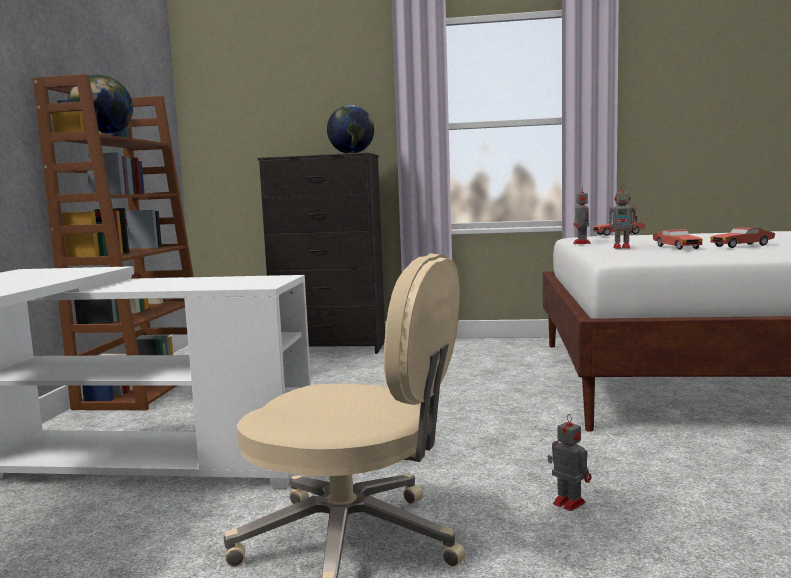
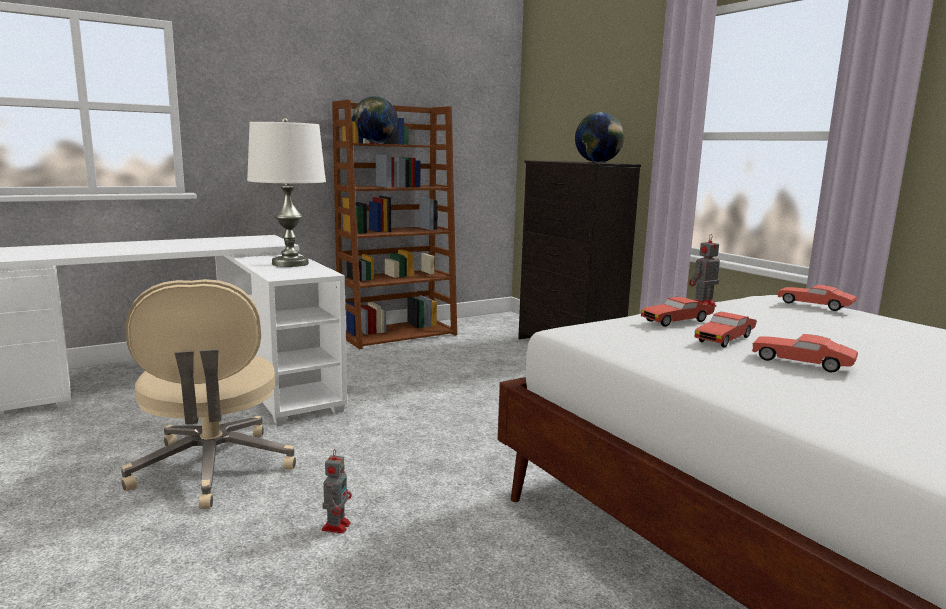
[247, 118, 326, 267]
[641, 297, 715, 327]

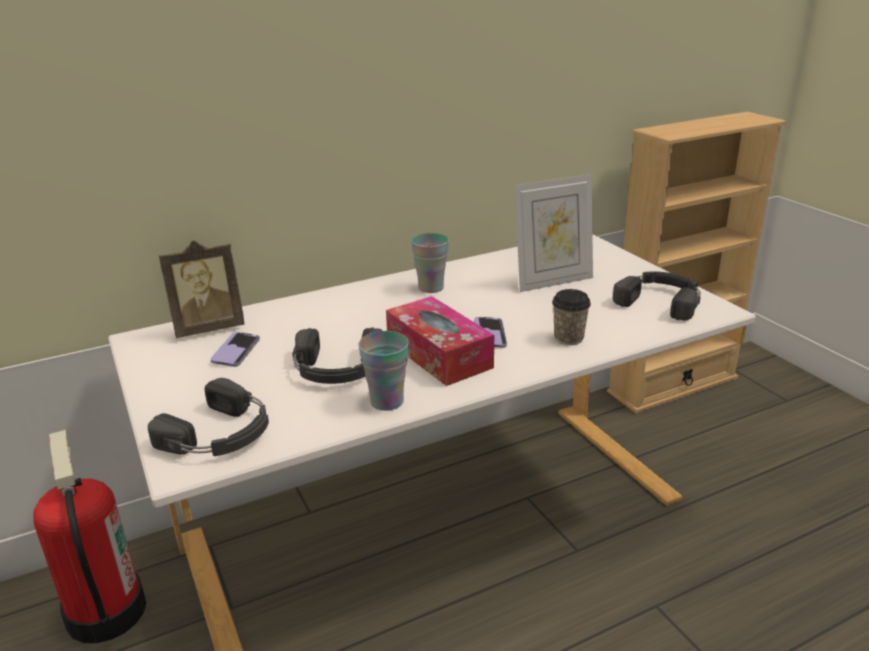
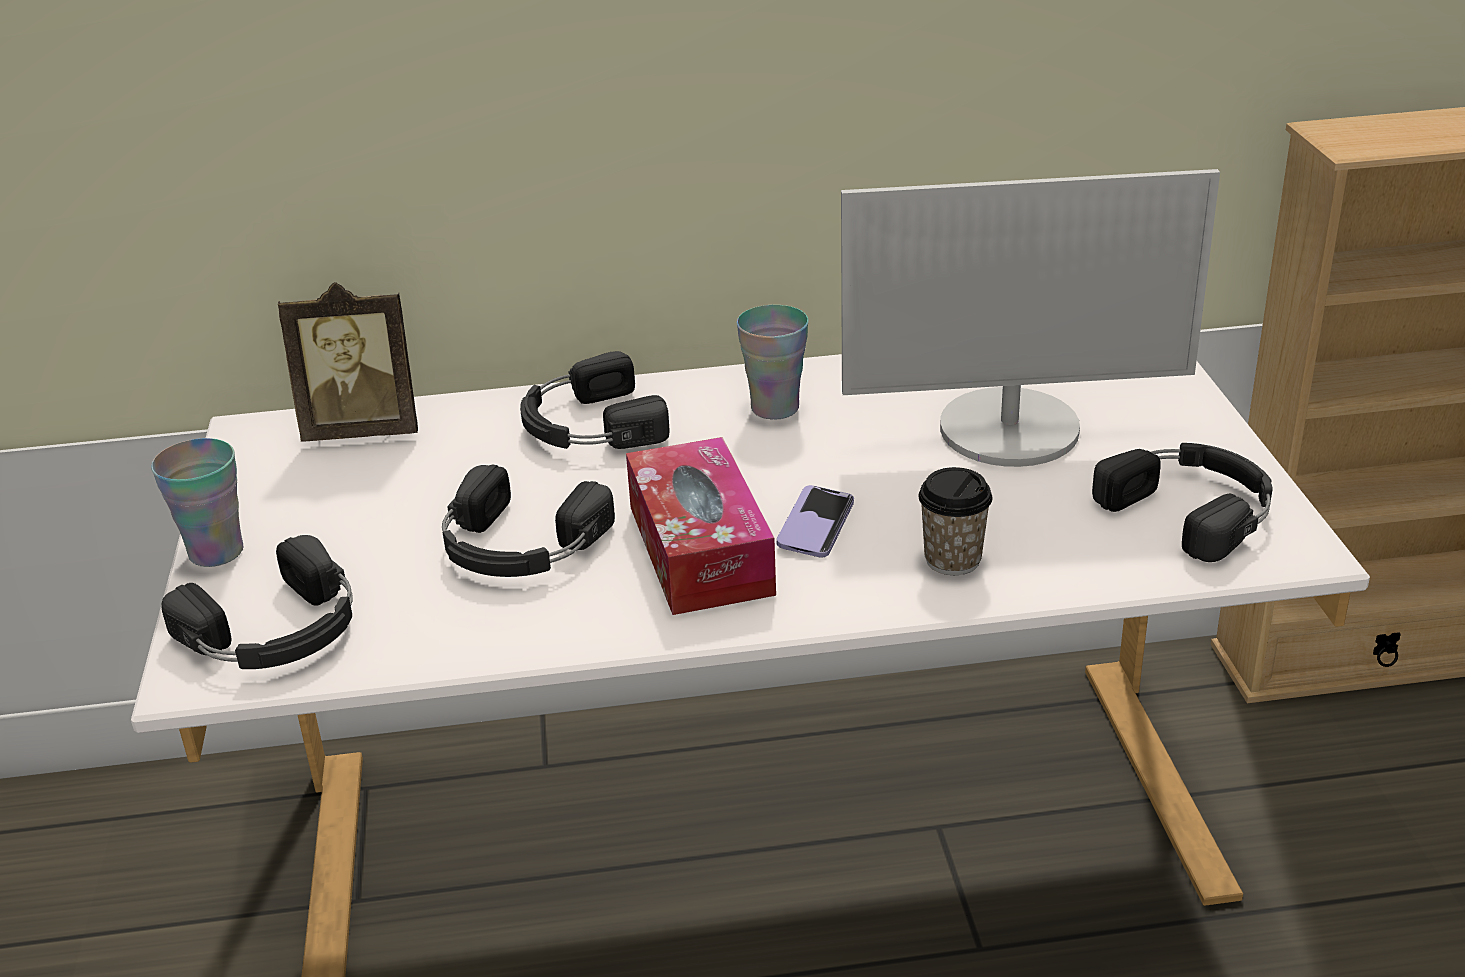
[33, 430, 146, 643] (first image)
[211, 332, 260, 367] (first image)
[520, 351, 670, 449]
[151, 438, 244, 567]
[841, 169, 1220, 467]

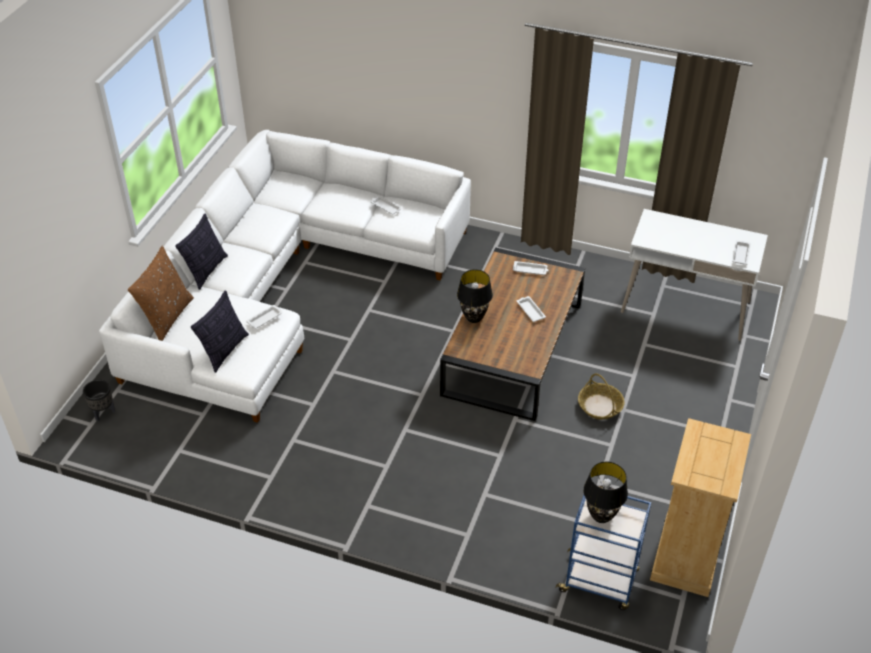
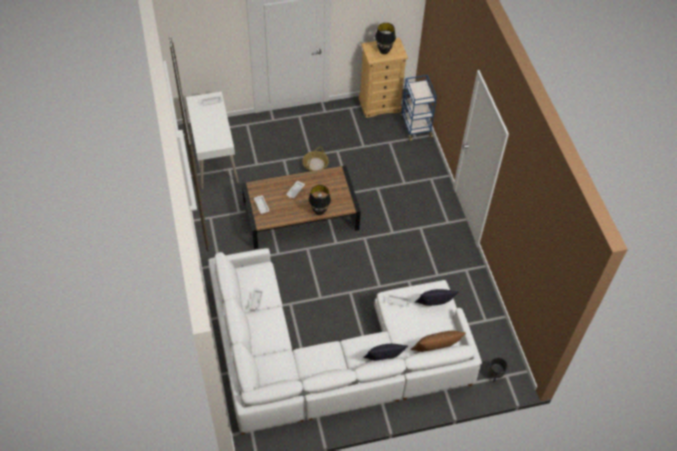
[375, 23, 396, 54]

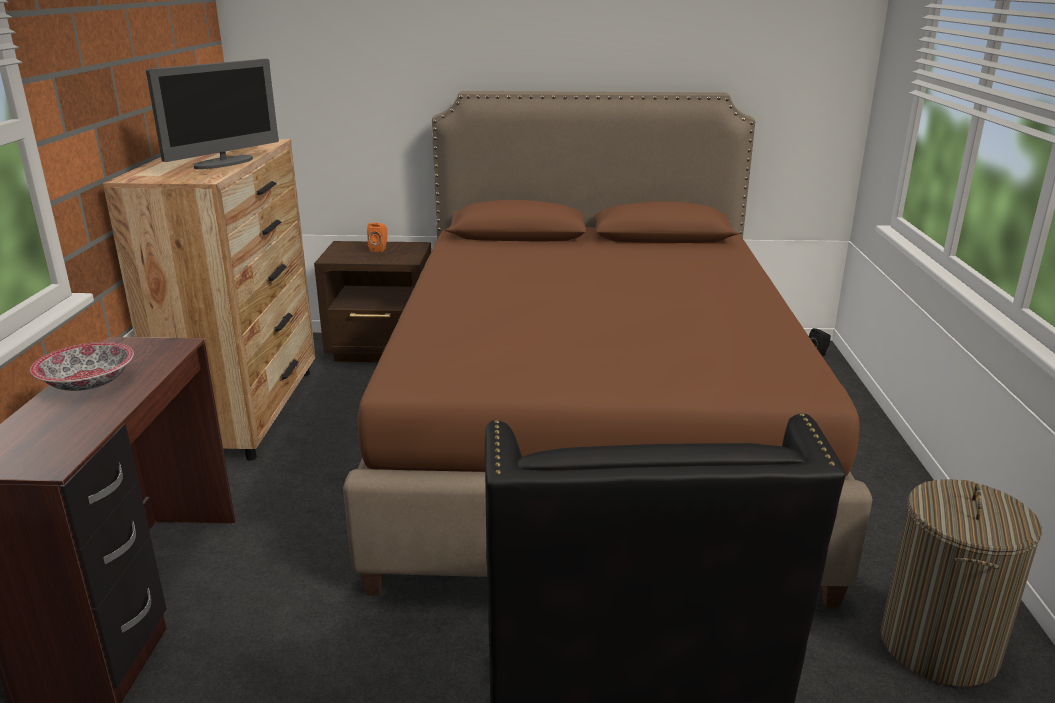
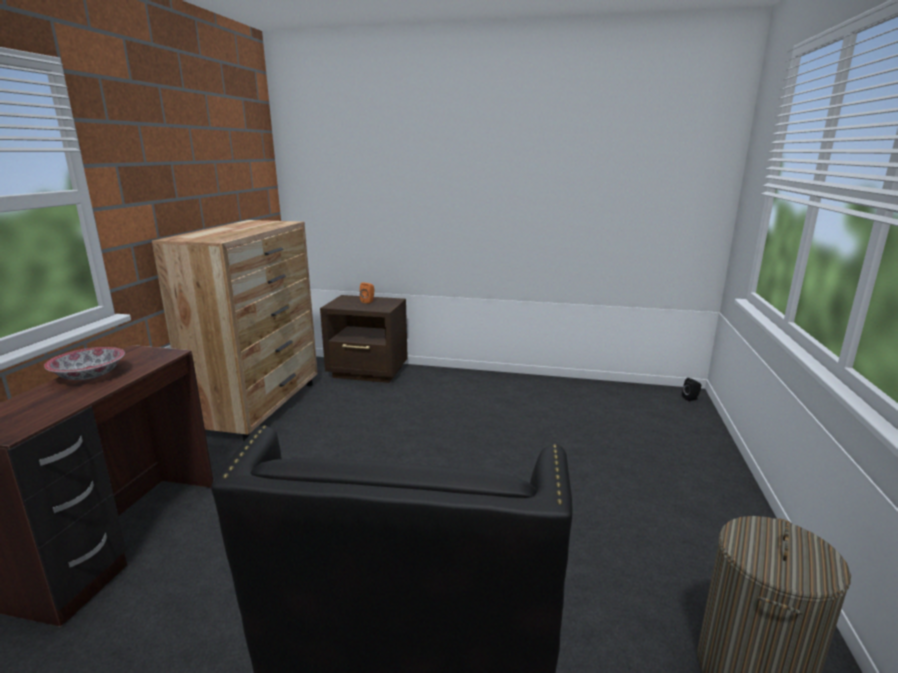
[146, 59, 279, 169] (first image)
[343, 91, 873, 608] (first image)

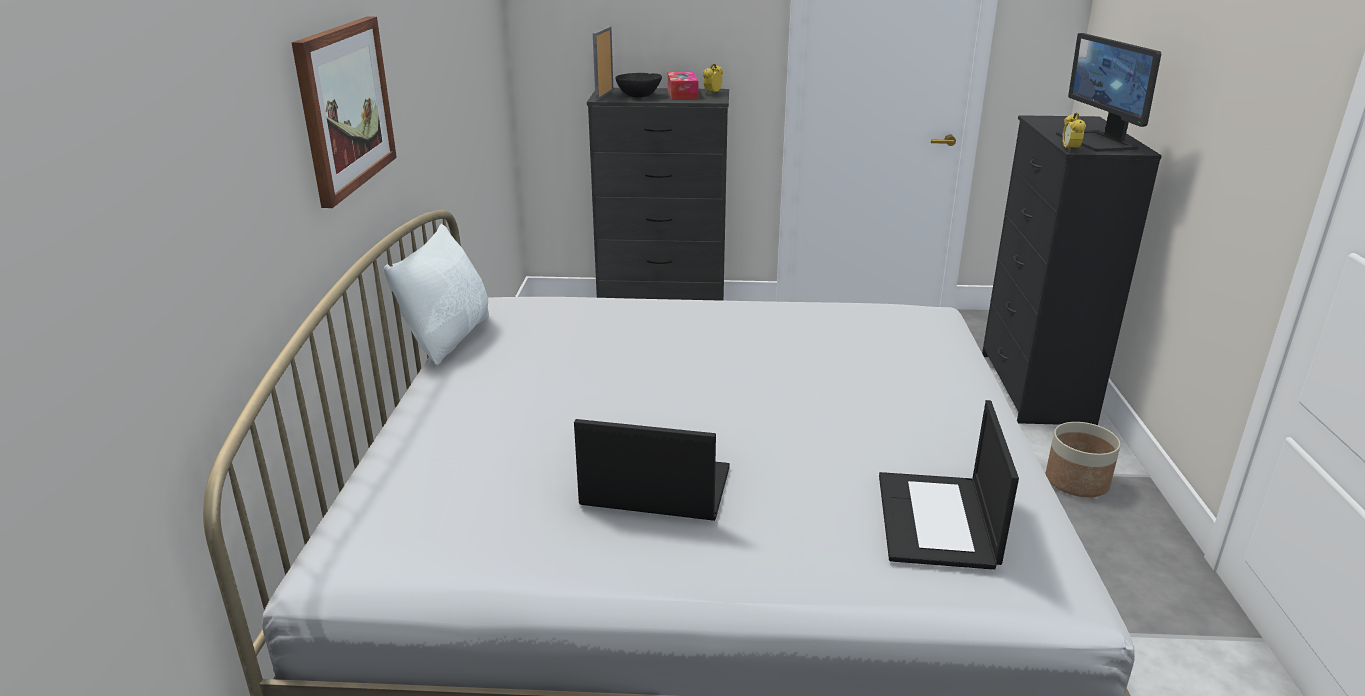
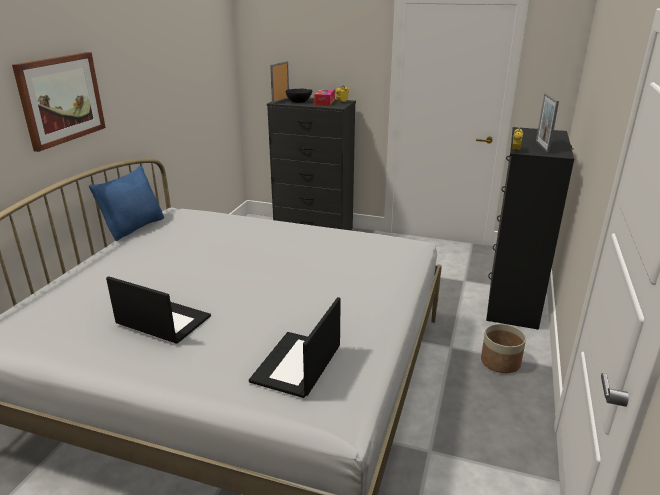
[536, 93, 559, 153]
[89, 165, 164, 241]

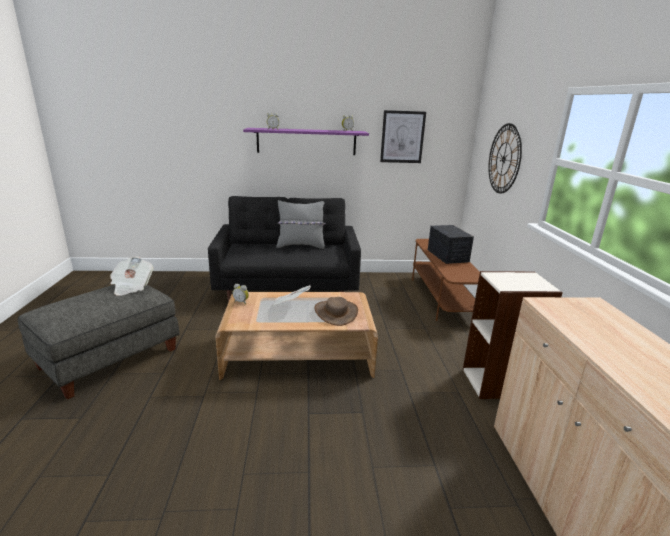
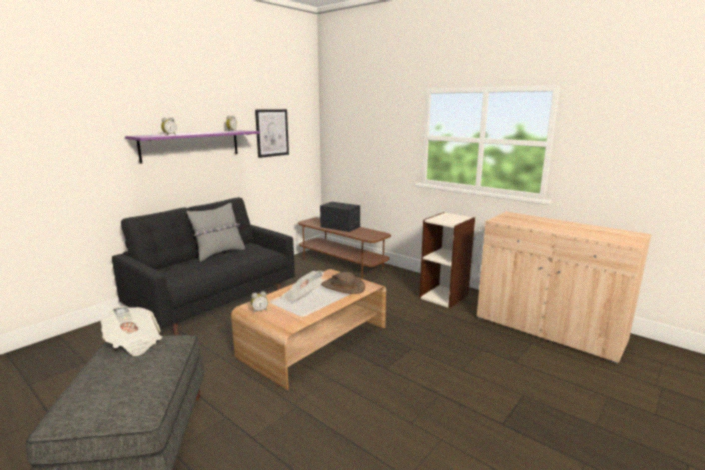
[488, 123, 522, 194] (first image)

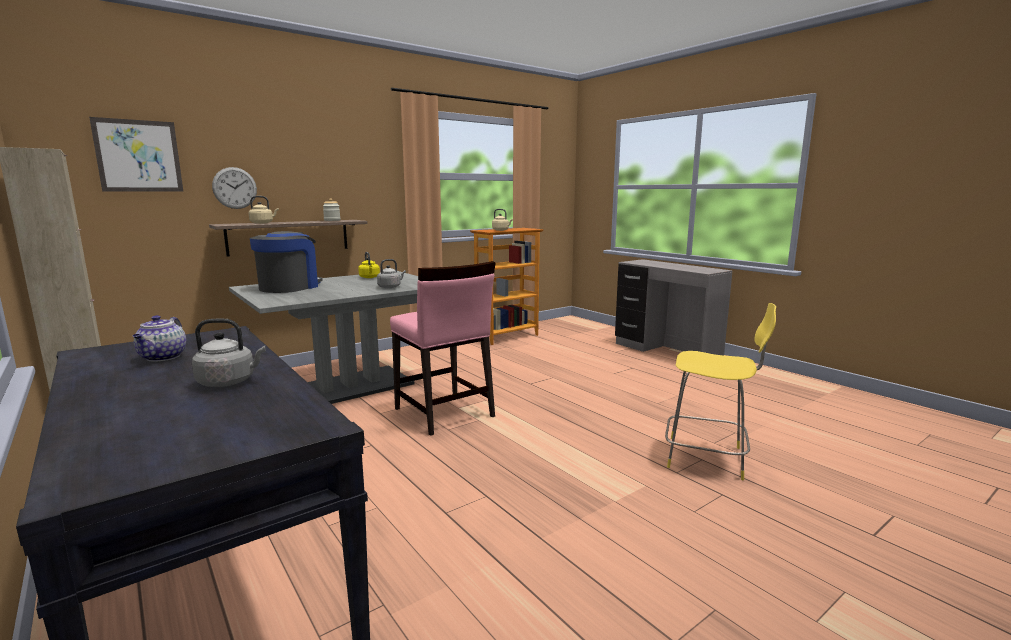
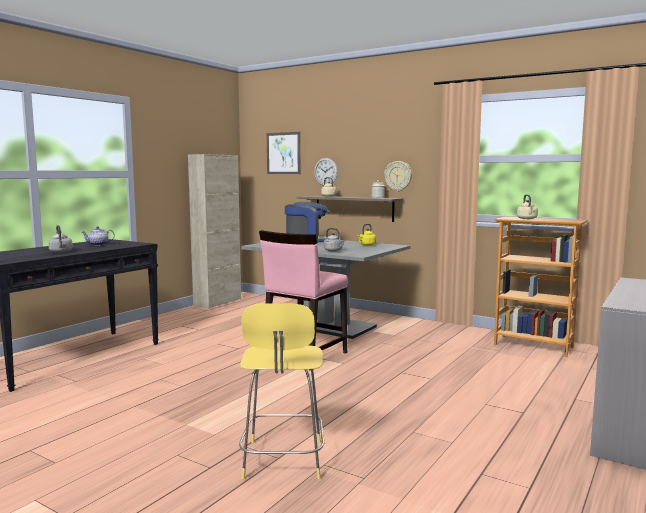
[384, 161, 412, 192]

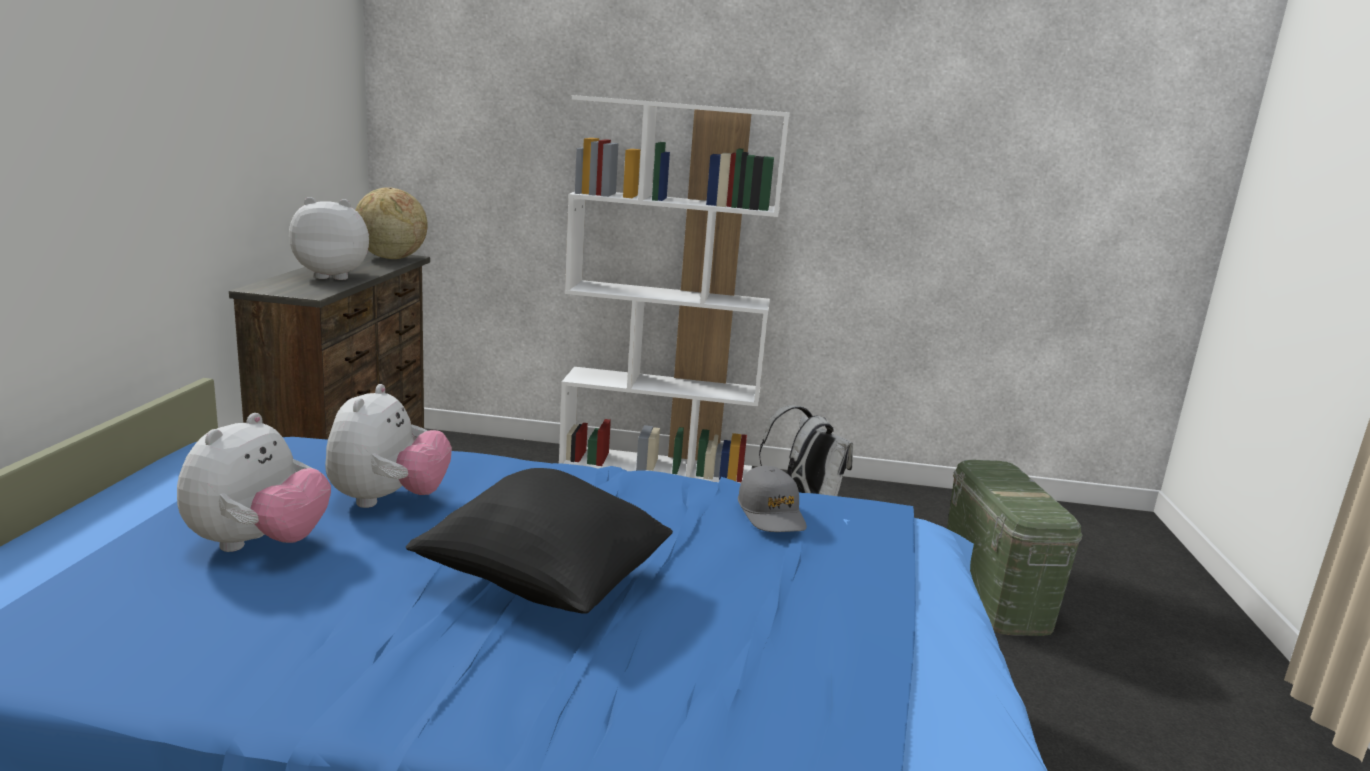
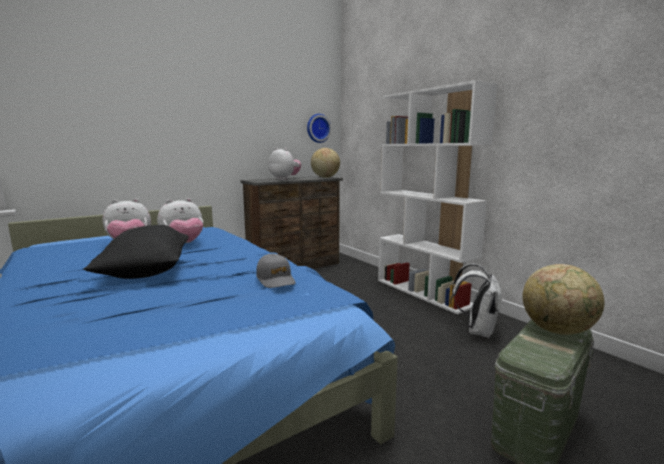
[307, 114, 331, 143]
[523, 264, 605, 335]
[256, 254, 296, 288]

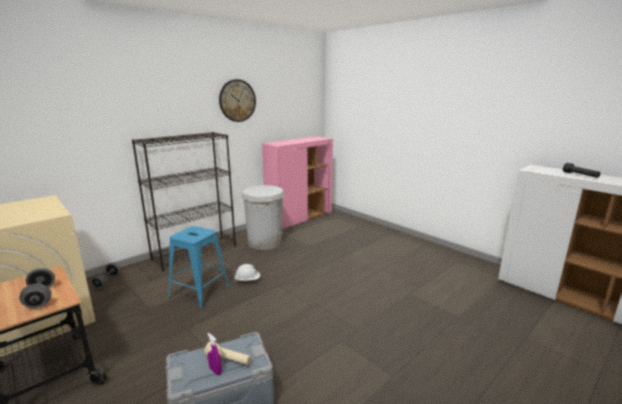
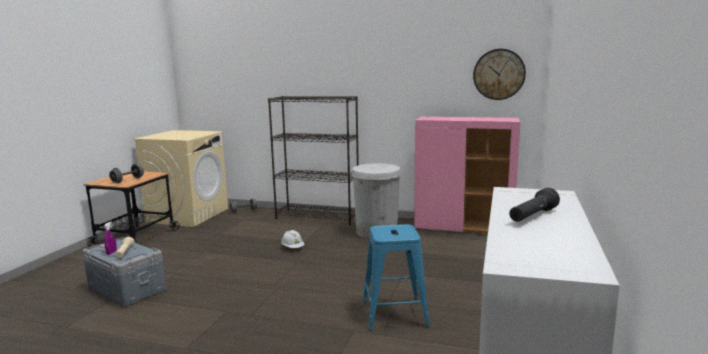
[363, 224, 430, 331]
[473, 49, 526, 100]

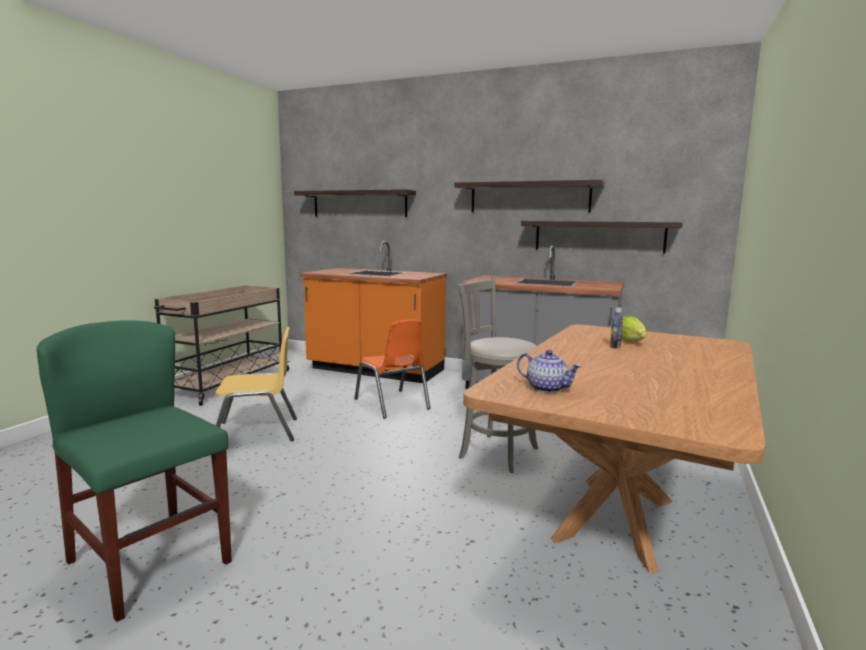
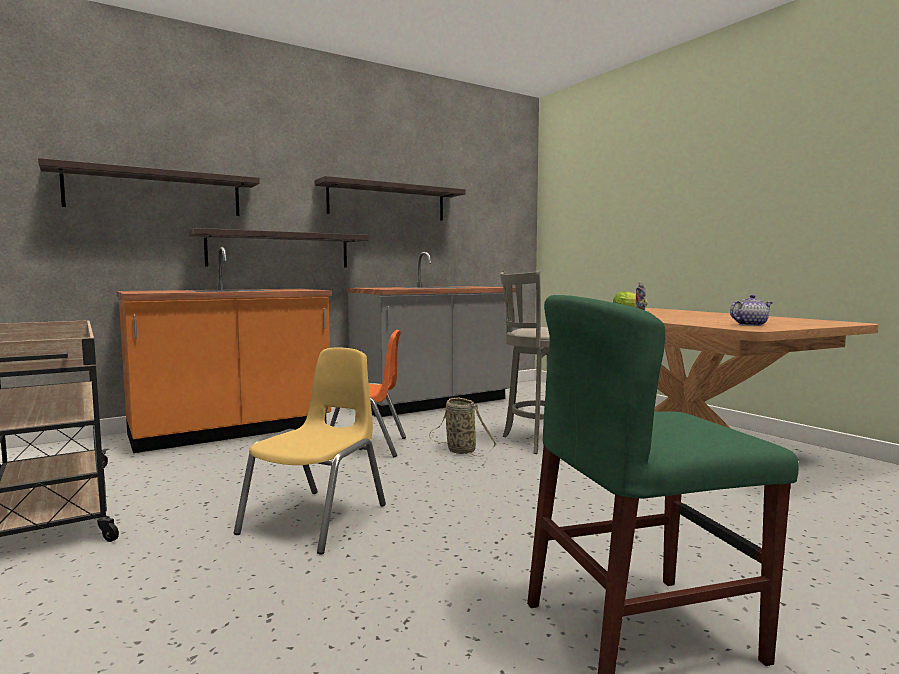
[429, 398, 496, 456]
[189, 228, 369, 268]

